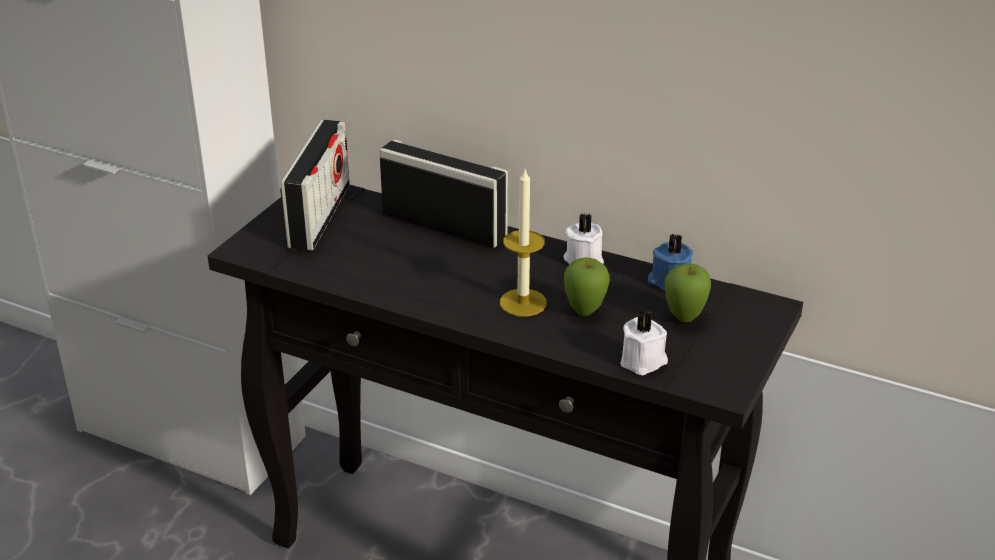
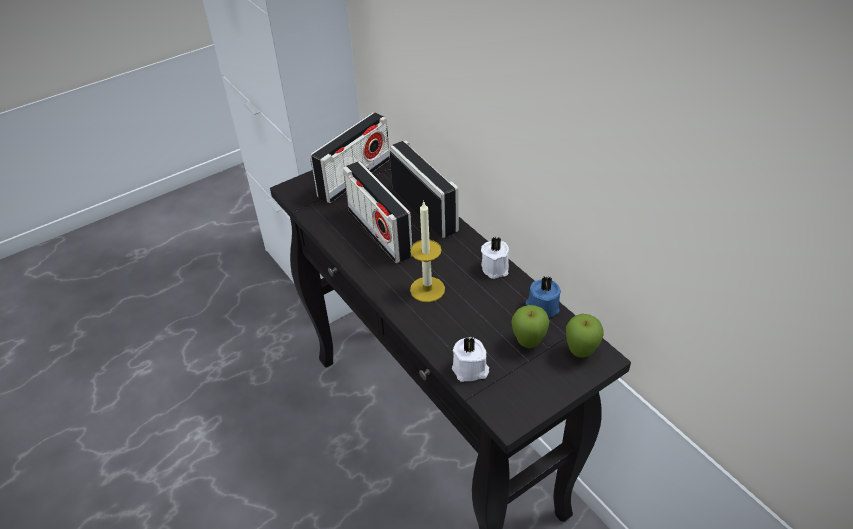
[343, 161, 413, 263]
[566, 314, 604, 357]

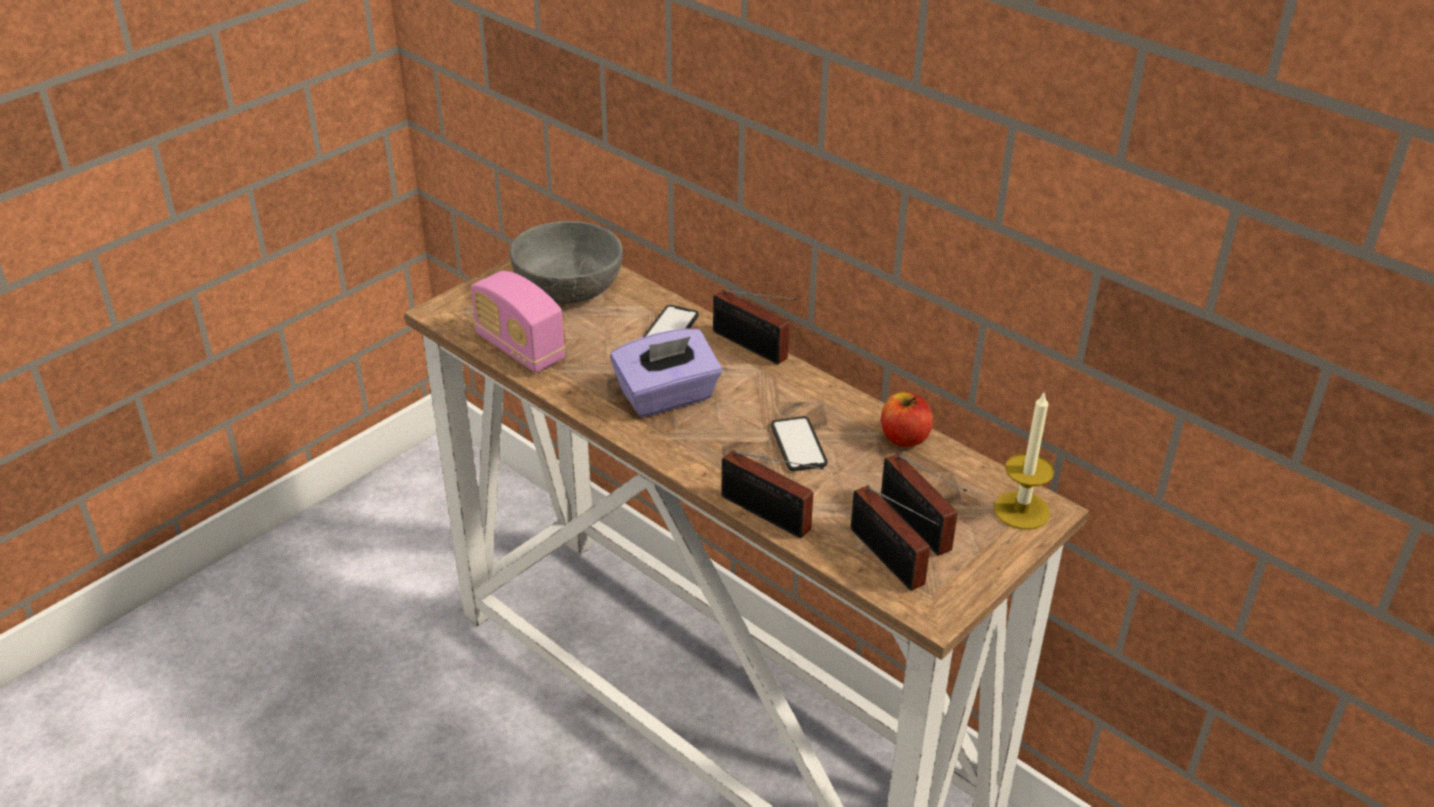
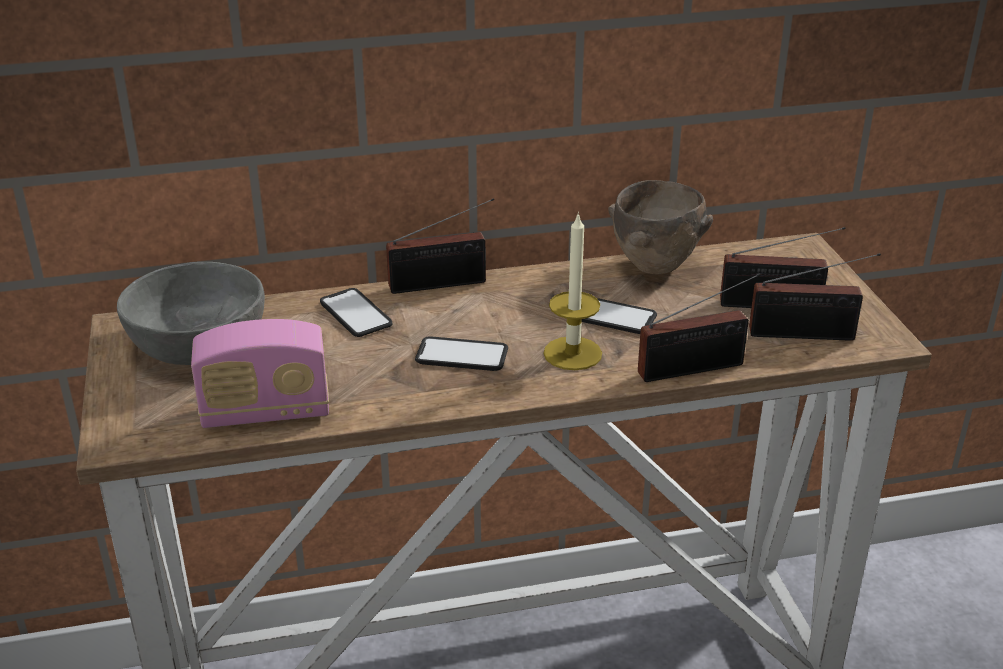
[543, 212, 602, 370]
[415, 336, 508, 371]
[608, 180, 713, 274]

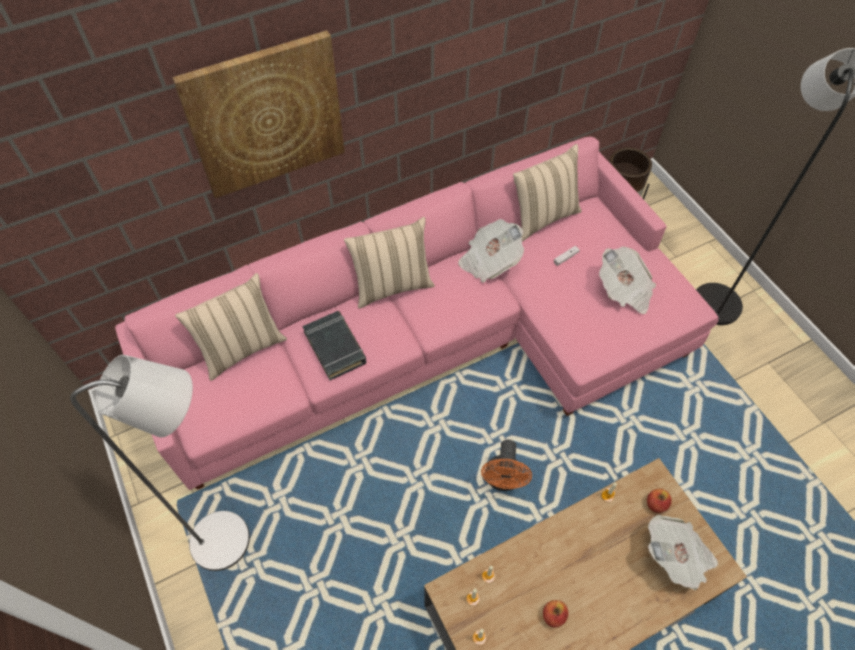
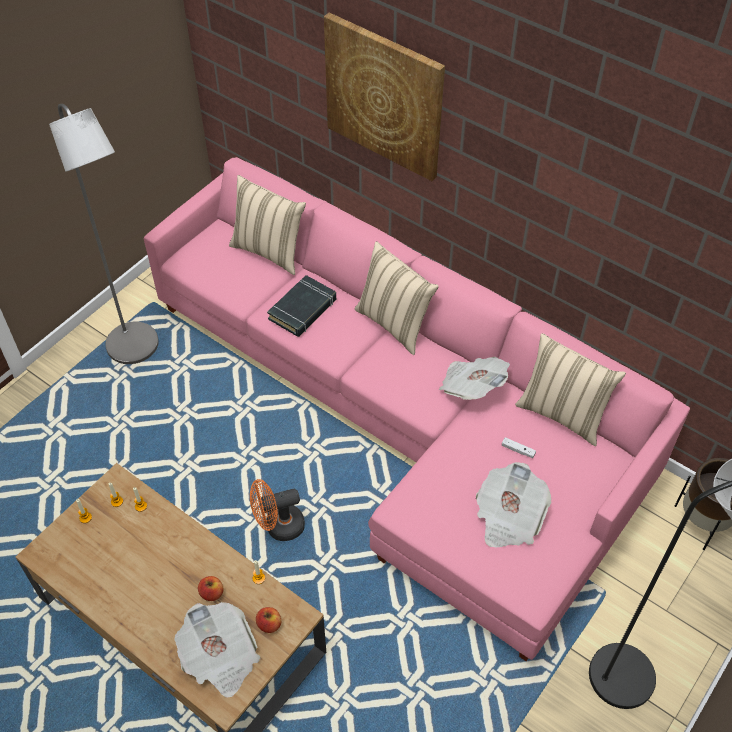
[198, 576, 224, 601]

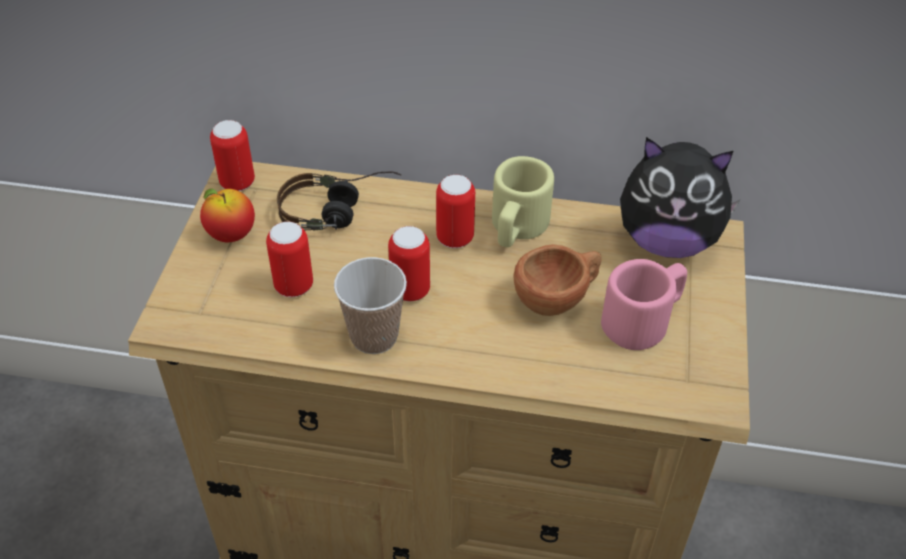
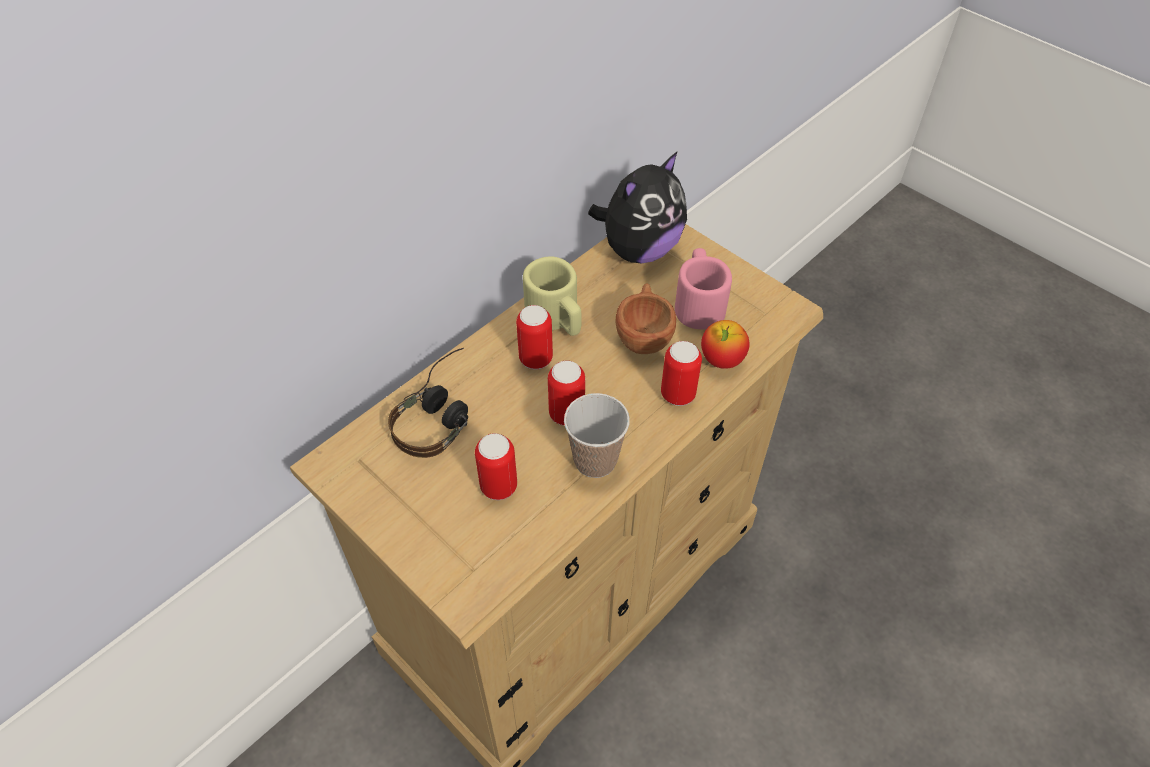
[701, 320, 750, 369]
[661, 341, 702, 406]

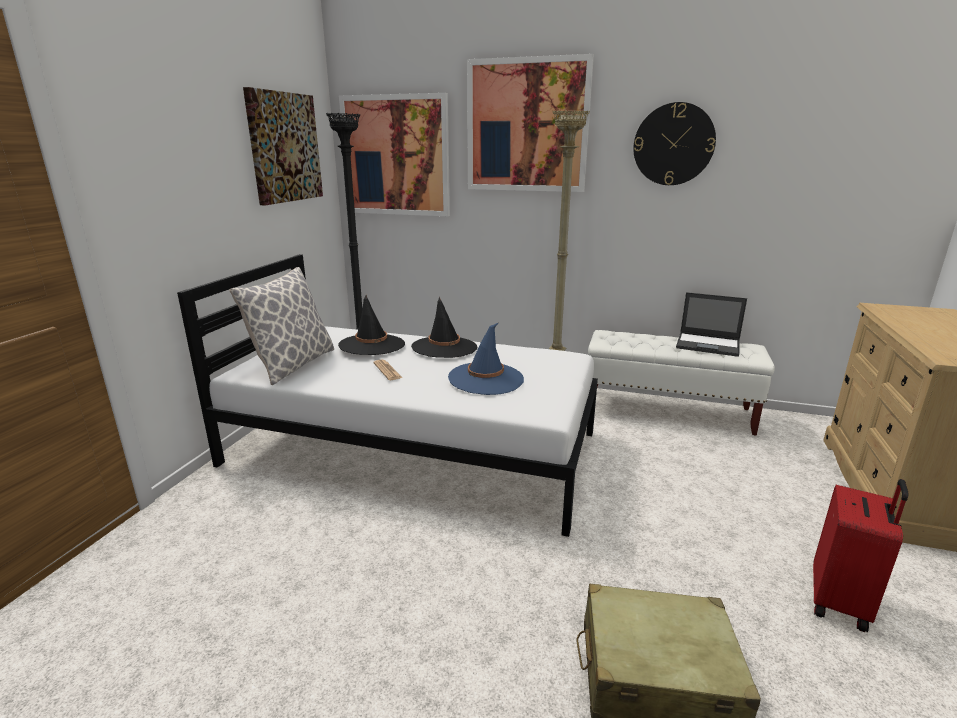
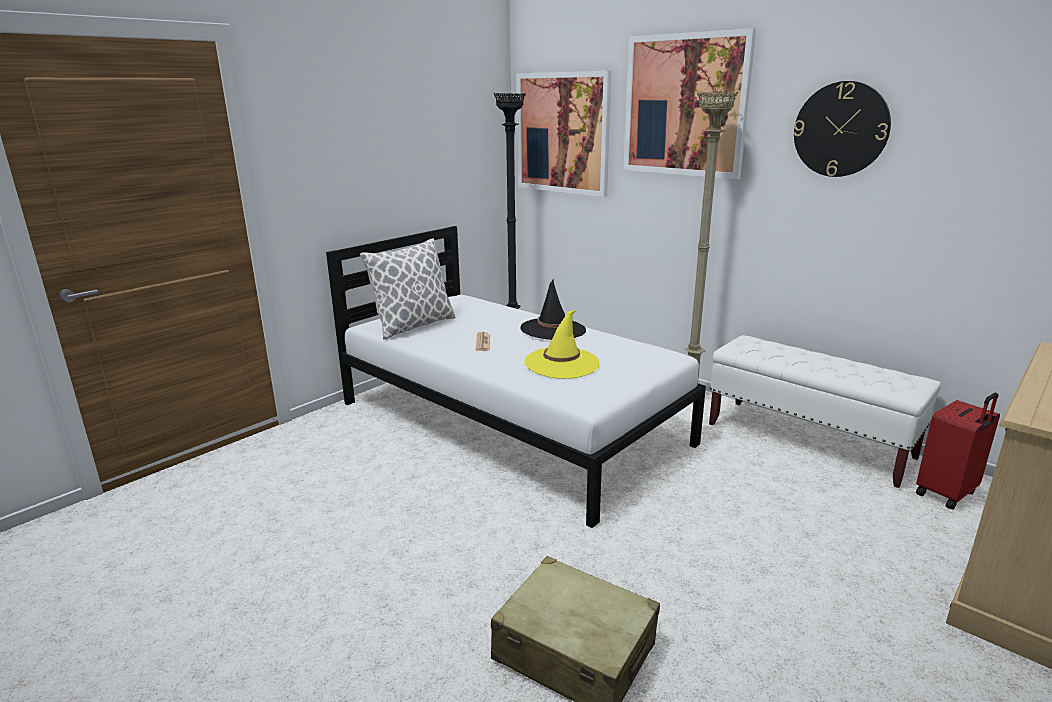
[243, 87, 323, 205] (first image)
[338, 295, 405, 355] (first image)
[676, 292, 747, 357] (first image)
[916, 393, 1000, 510]
[525, 309, 600, 379]

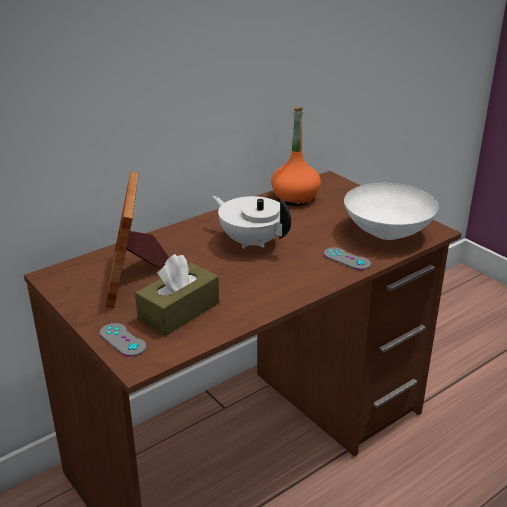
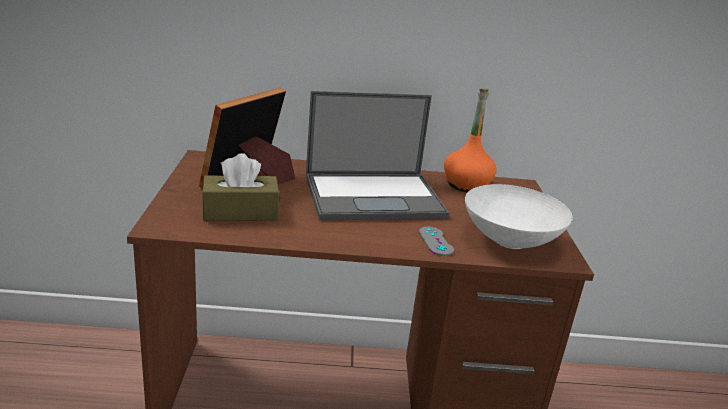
[100, 323, 146, 357] (first image)
[306, 91, 449, 220]

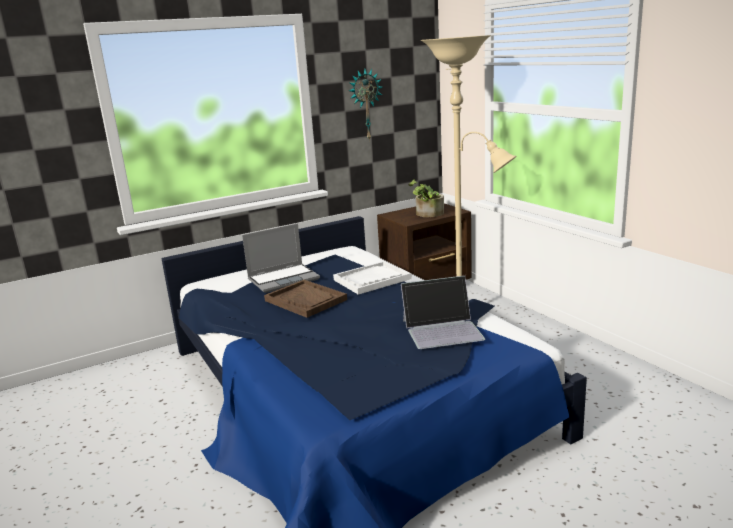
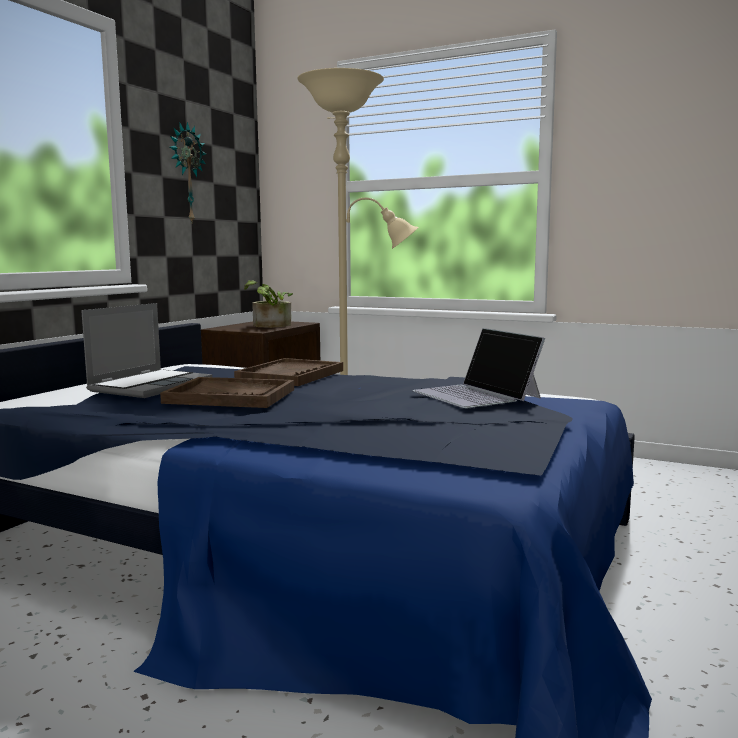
[234, 358, 343, 386]
[412, 328, 545, 408]

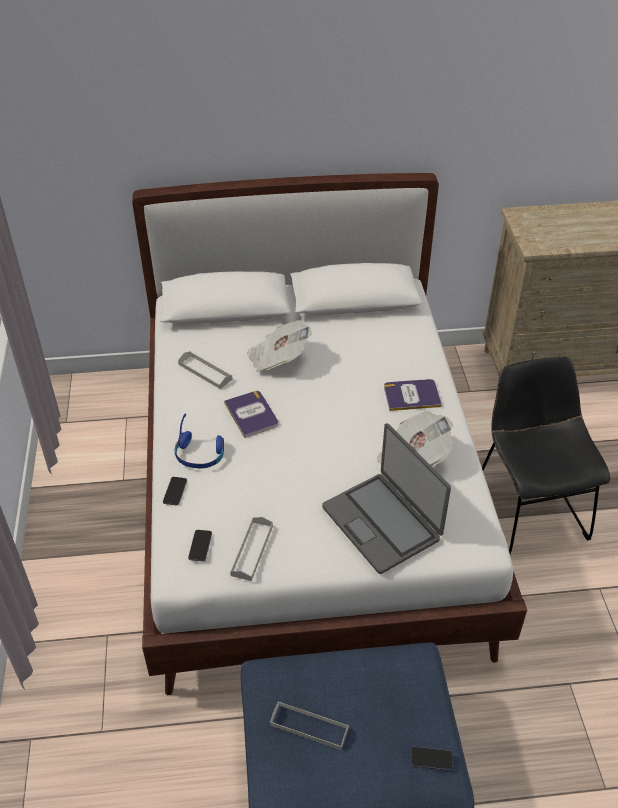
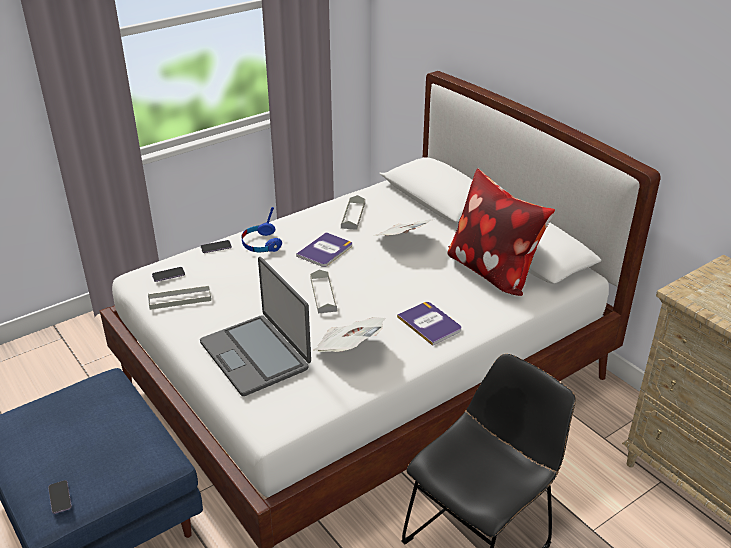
[447, 168, 555, 296]
[310, 269, 337, 313]
[200, 257, 311, 396]

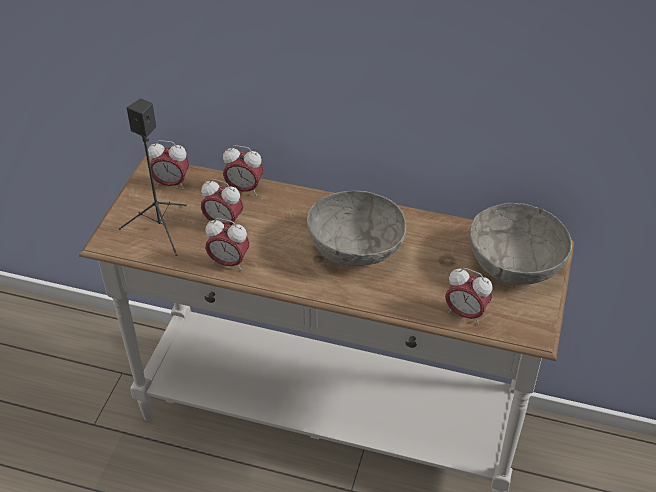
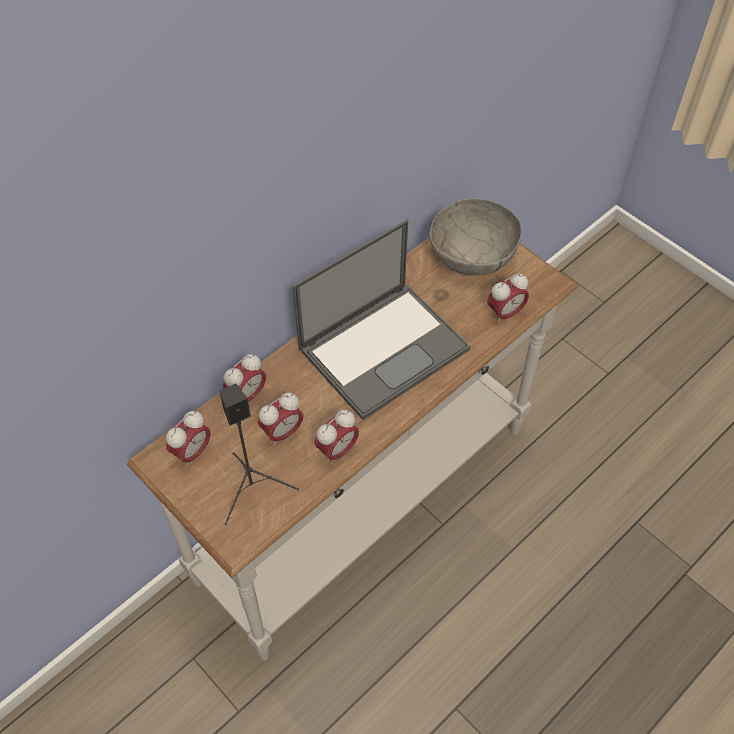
[292, 219, 470, 420]

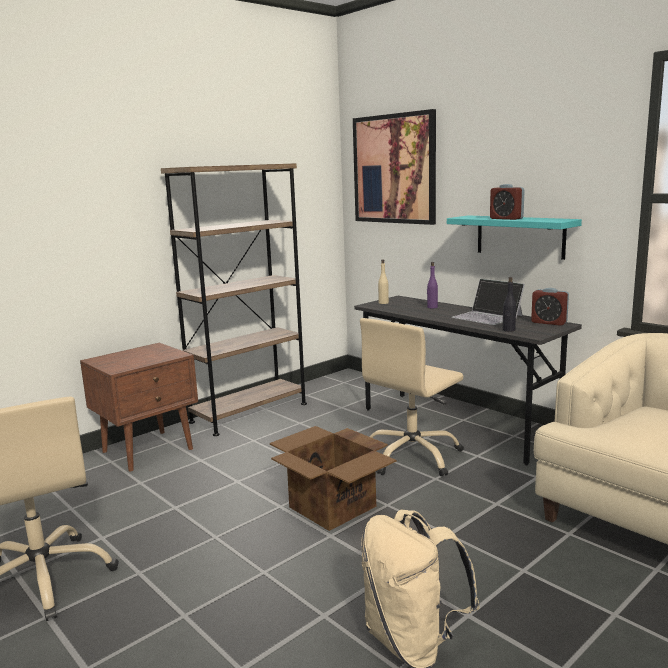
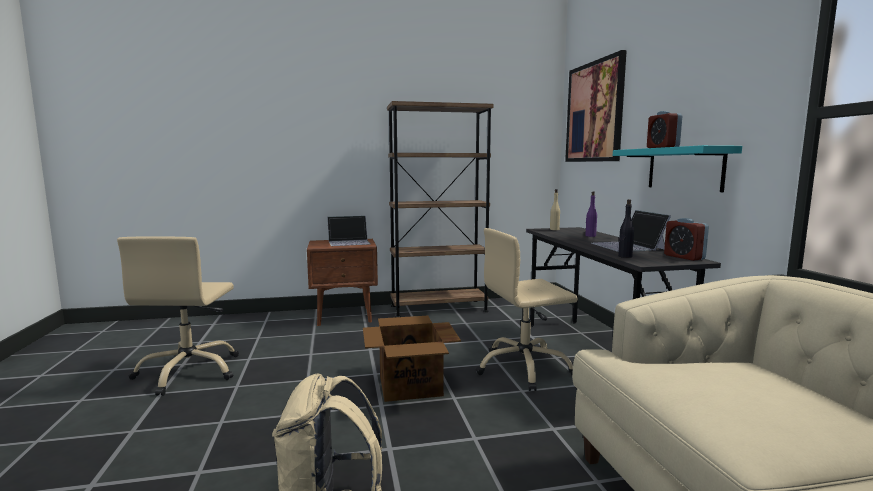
[327, 216, 370, 246]

